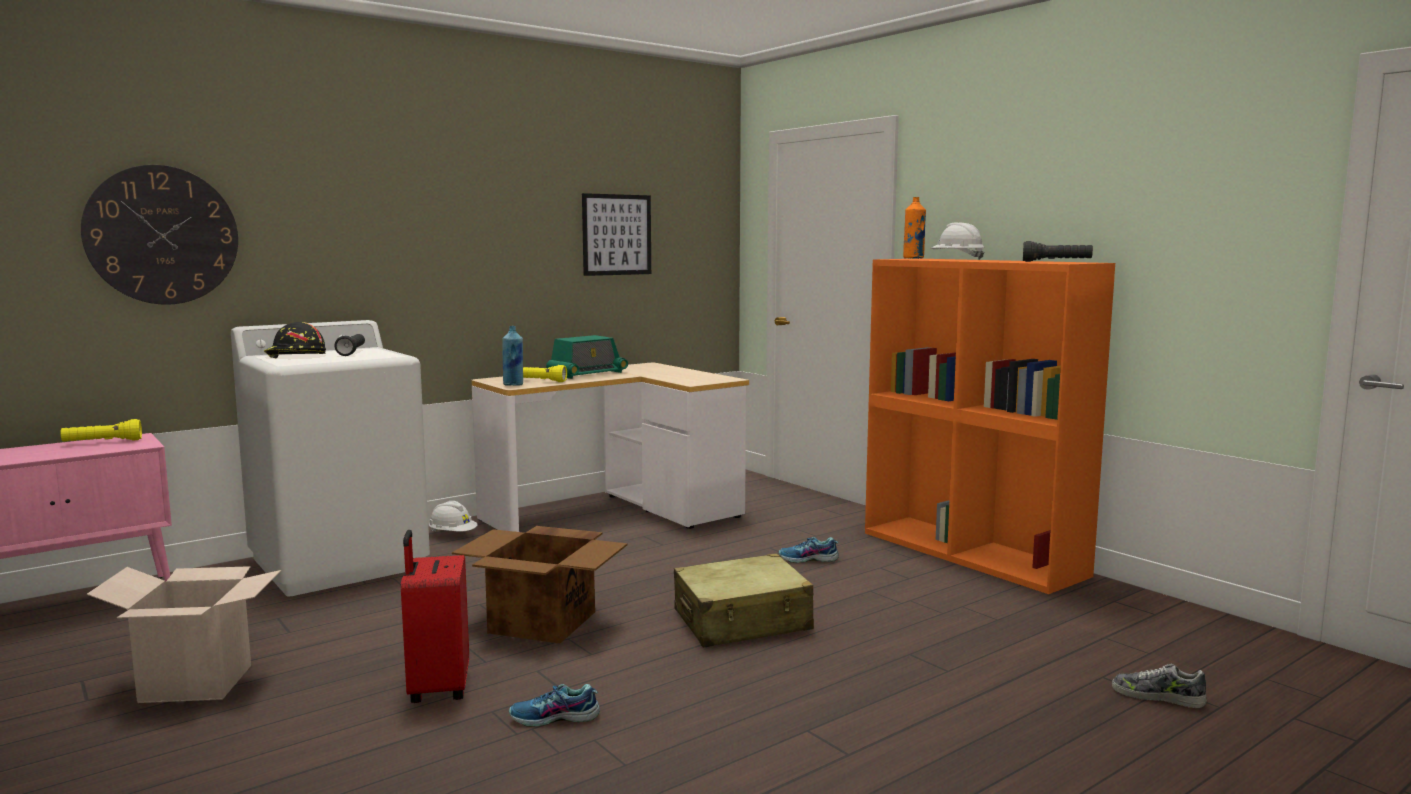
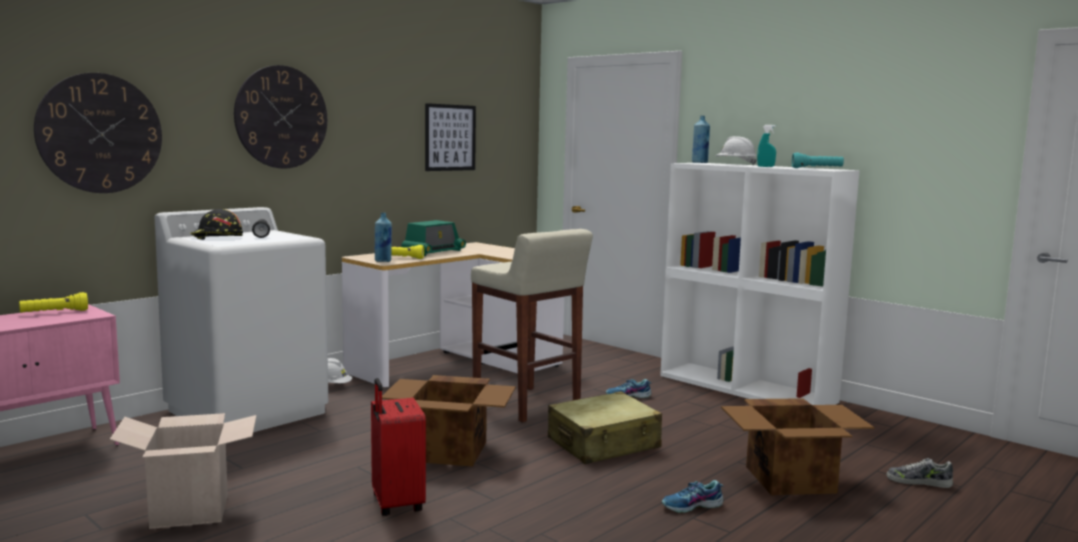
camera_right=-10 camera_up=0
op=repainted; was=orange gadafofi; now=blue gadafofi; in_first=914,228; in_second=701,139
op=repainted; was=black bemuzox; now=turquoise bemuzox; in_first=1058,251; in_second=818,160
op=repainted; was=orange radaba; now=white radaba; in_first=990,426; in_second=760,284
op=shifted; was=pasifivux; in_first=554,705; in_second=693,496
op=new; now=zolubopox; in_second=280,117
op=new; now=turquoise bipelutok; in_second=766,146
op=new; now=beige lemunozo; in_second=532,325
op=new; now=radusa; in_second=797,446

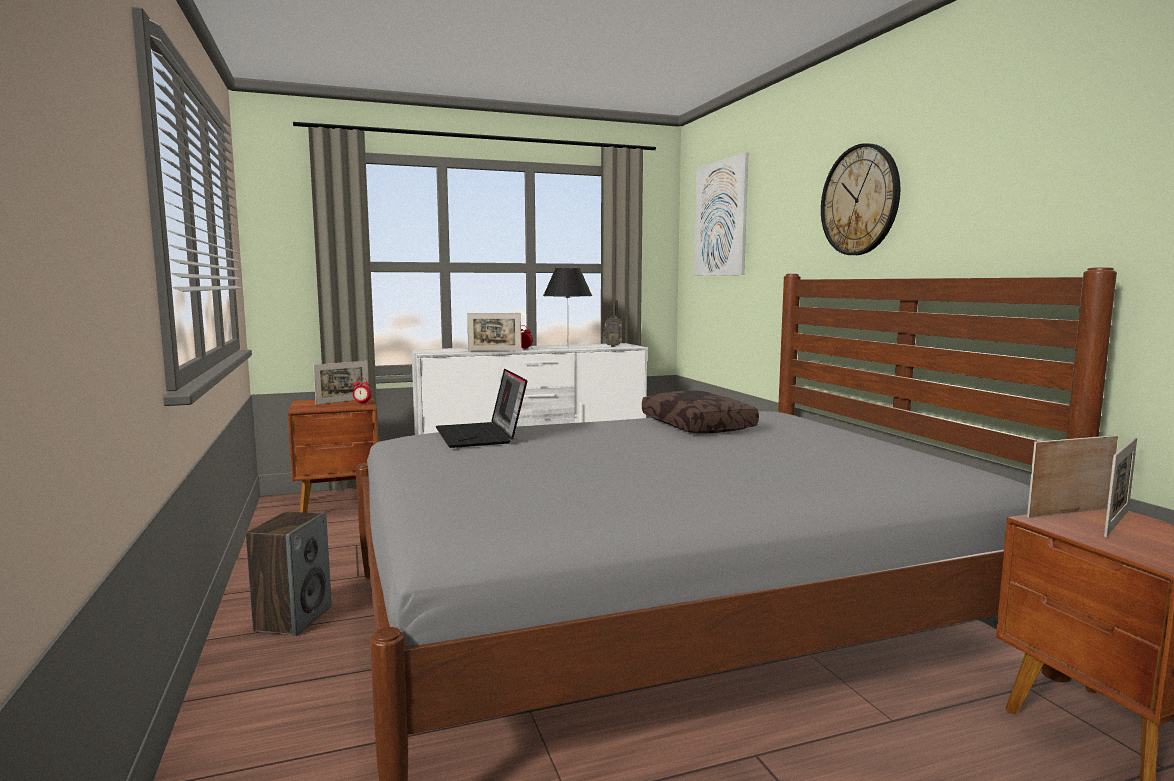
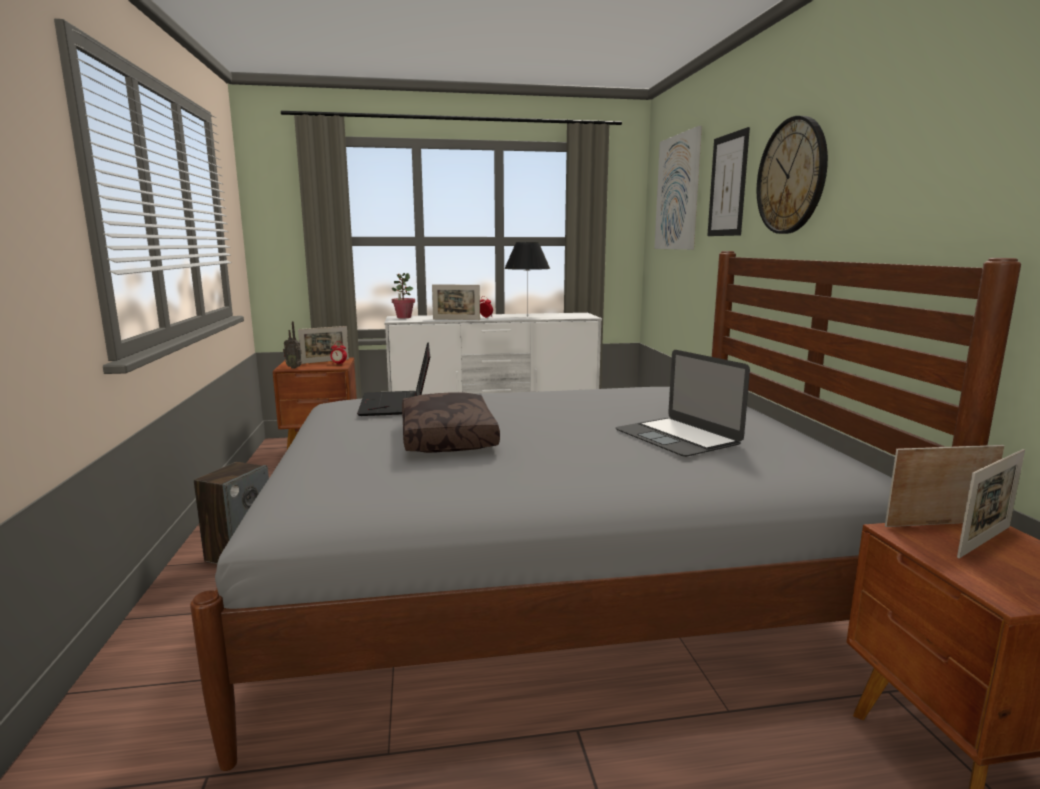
camera_right=10 camera_up=5
op=shifted; was=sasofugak; in_first=612,323; in_second=292,345
op=shifted; was=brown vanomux; in_first=700,412; in_second=451,423
op=new; now=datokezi; in_second=728,181
op=new; now=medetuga; in_second=403,295
op=new; now=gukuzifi; in_second=683,403

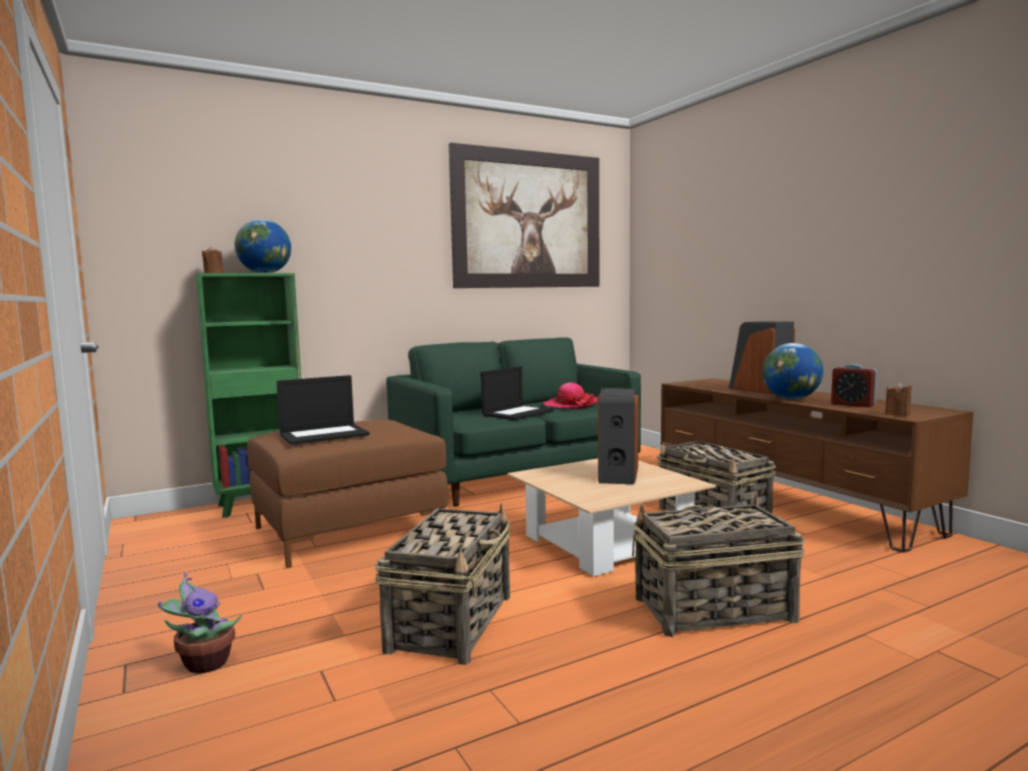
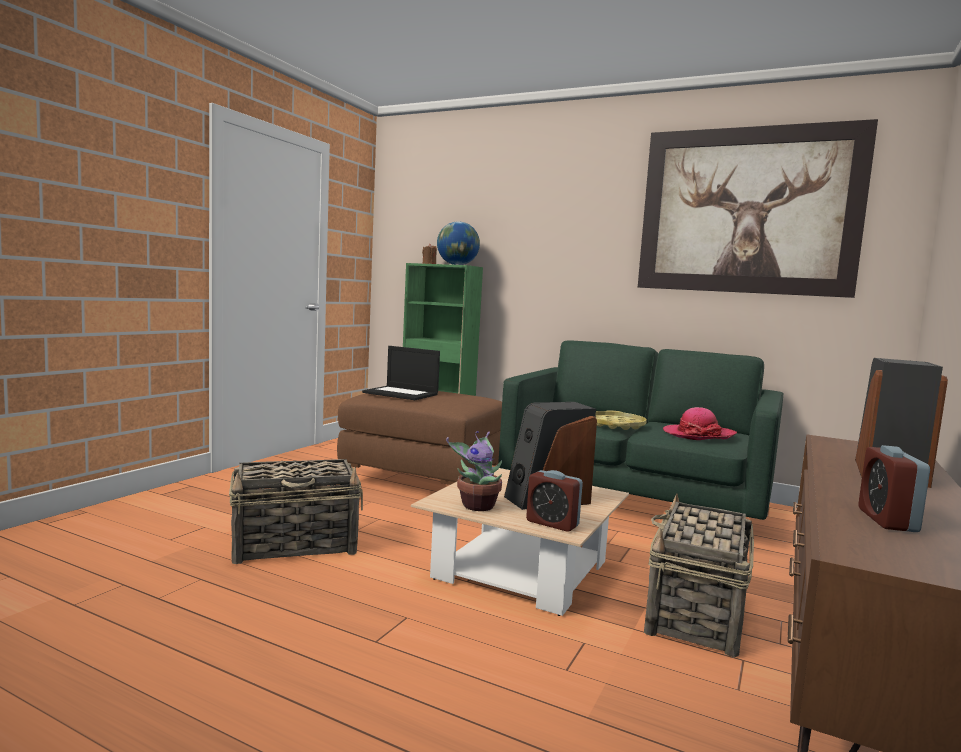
camera_right=55 camera_up=0
op=gone; was=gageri; in_first=793,371
op=swapped; was=gukuzifi; now=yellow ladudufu; in_first=517,393; in_second=621,420
op=gone; was=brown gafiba; in_first=898,399
op=gone; was=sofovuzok; in_first=718,566
op=shifted; was=medetuga; in_first=200,622; in_second=474,471
op=new; now=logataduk; in_second=554,501

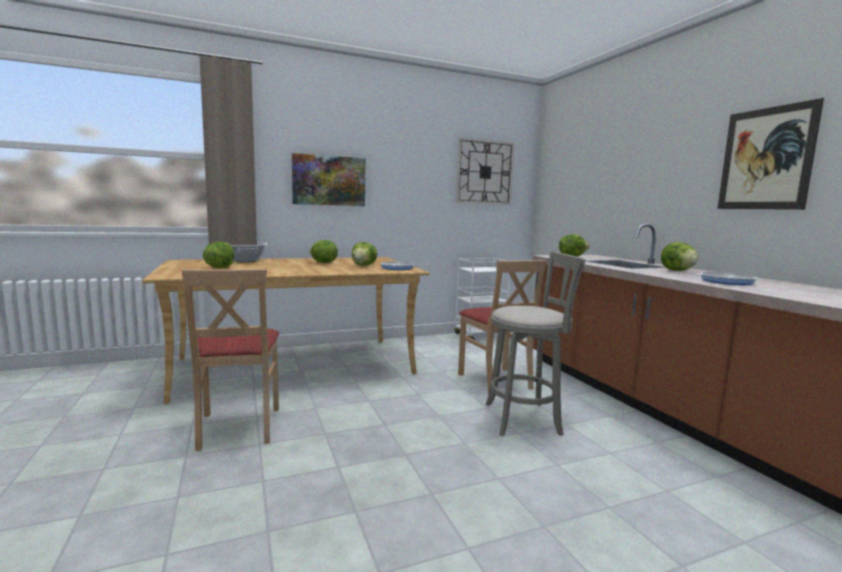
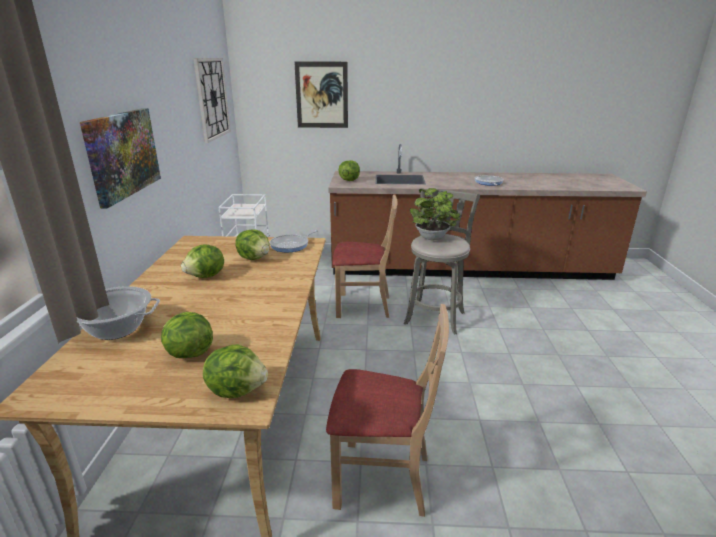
camera_right=-65 camera_up=15
op=shifted; was=datokezi; in_first=770,154; in_second=321,95
op=shifted; was=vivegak; in_first=679,256; in_second=235,371
op=new; now=medetuga; in_second=435,214

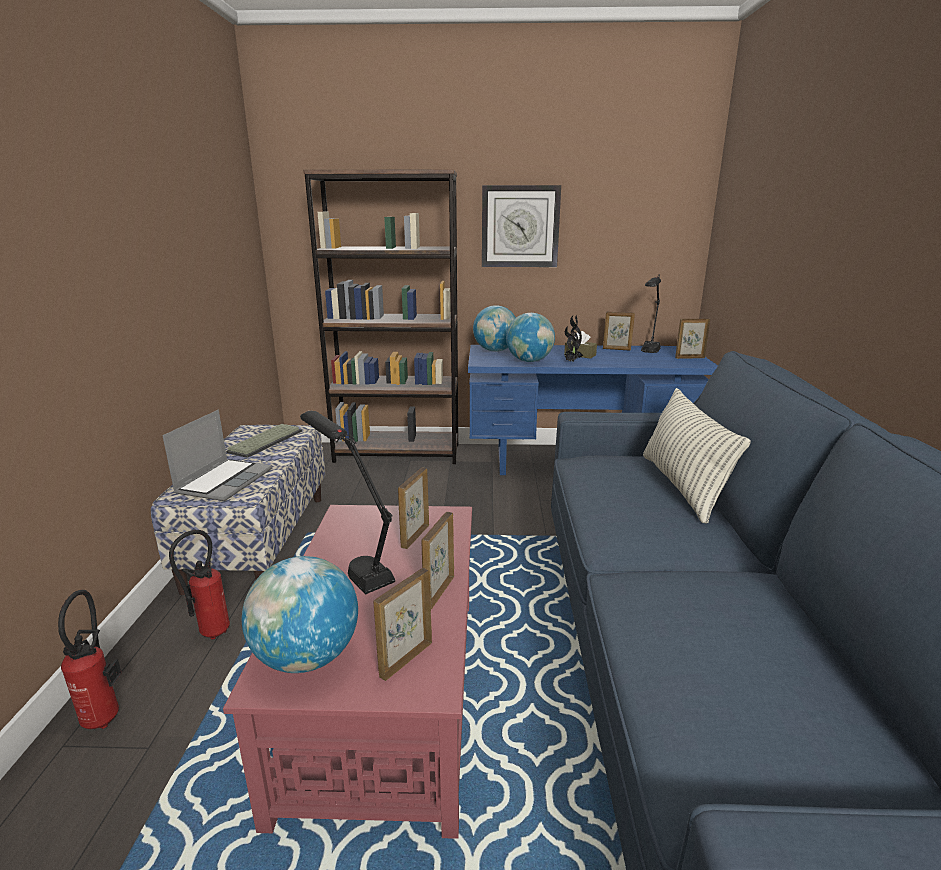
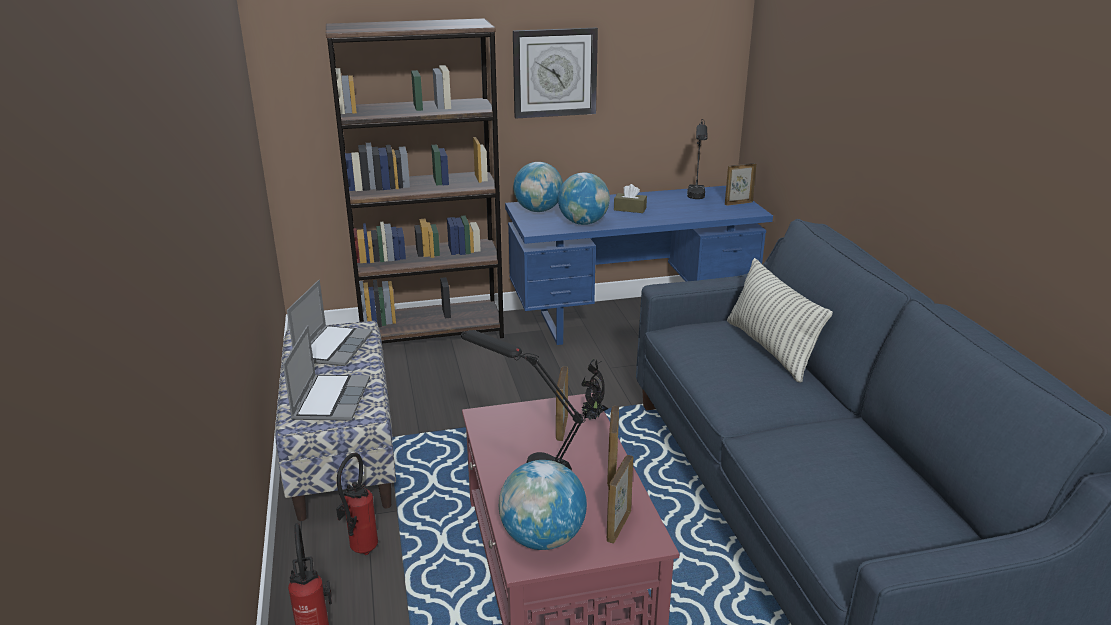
camera_right=-15 camera_up=5
op=gone; was=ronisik; in_first=619,331
op=shifted; was=medetuga; in_first=573,338; in_second=594,389
op=swapped; was=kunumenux; now=gukuzifi; in_first=264,441; in_second=330,323

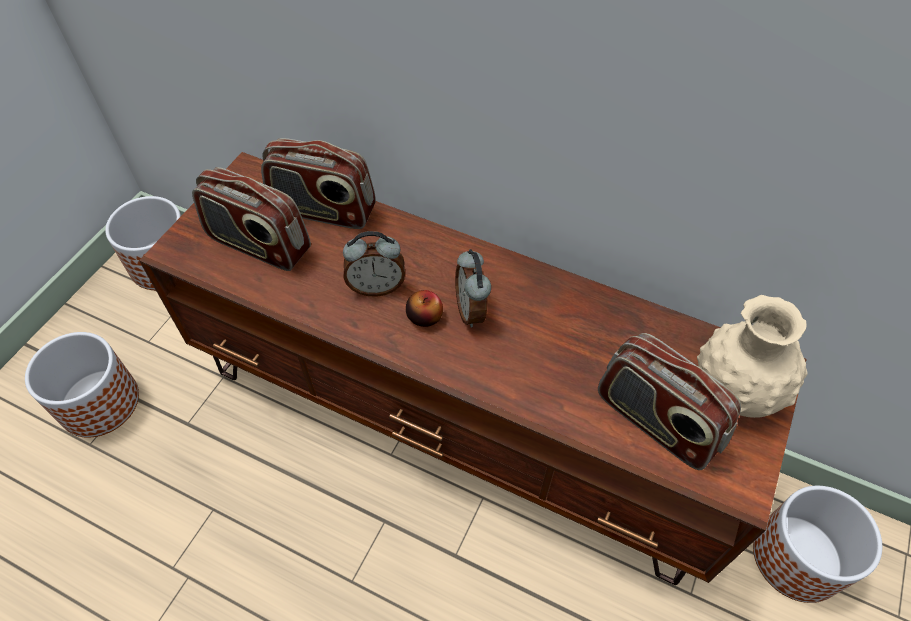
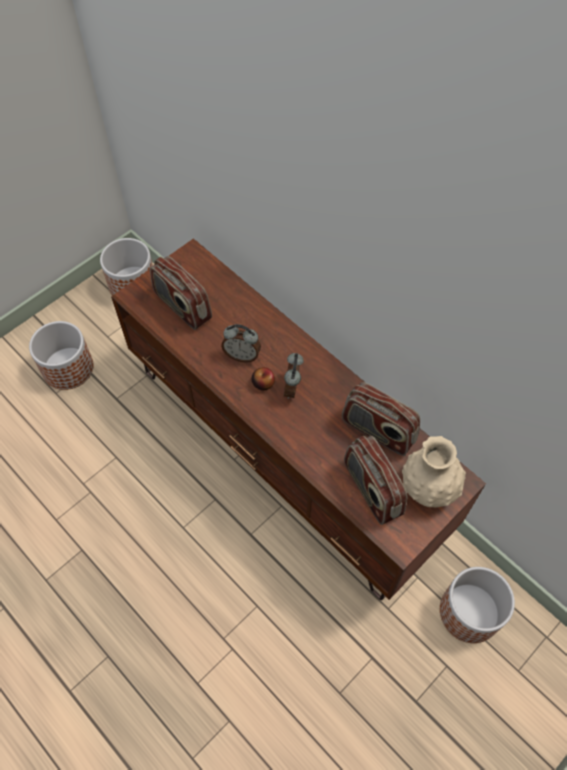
camera_right=20 camera_up=5
op=shifted; was=sasofugak; in_first=318,183; in_second=381,419

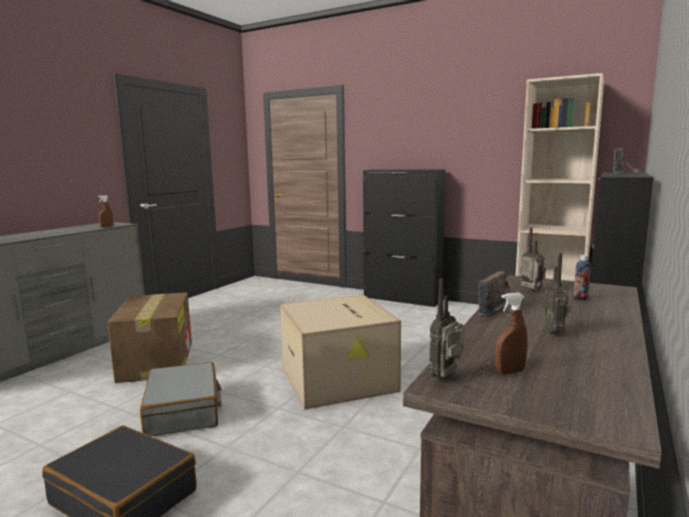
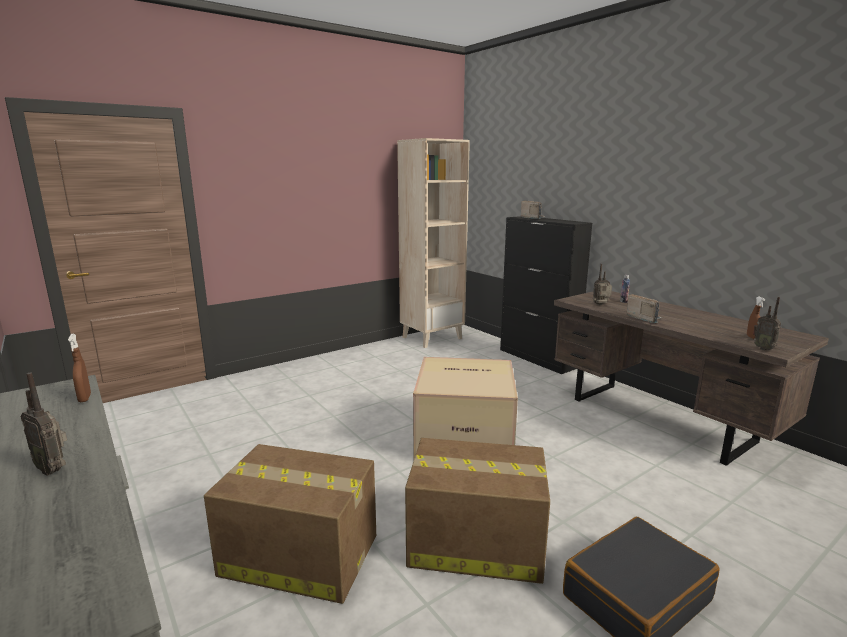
camera_right=-65 camera_up=5
op=gone; was=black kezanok; in_first=404,238
op=shifted; was=sasofugak; in_first=557,293; in_second=44,424
op=swapped; was=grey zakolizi; now=radusa; in_first=181,399; in_second=477,511

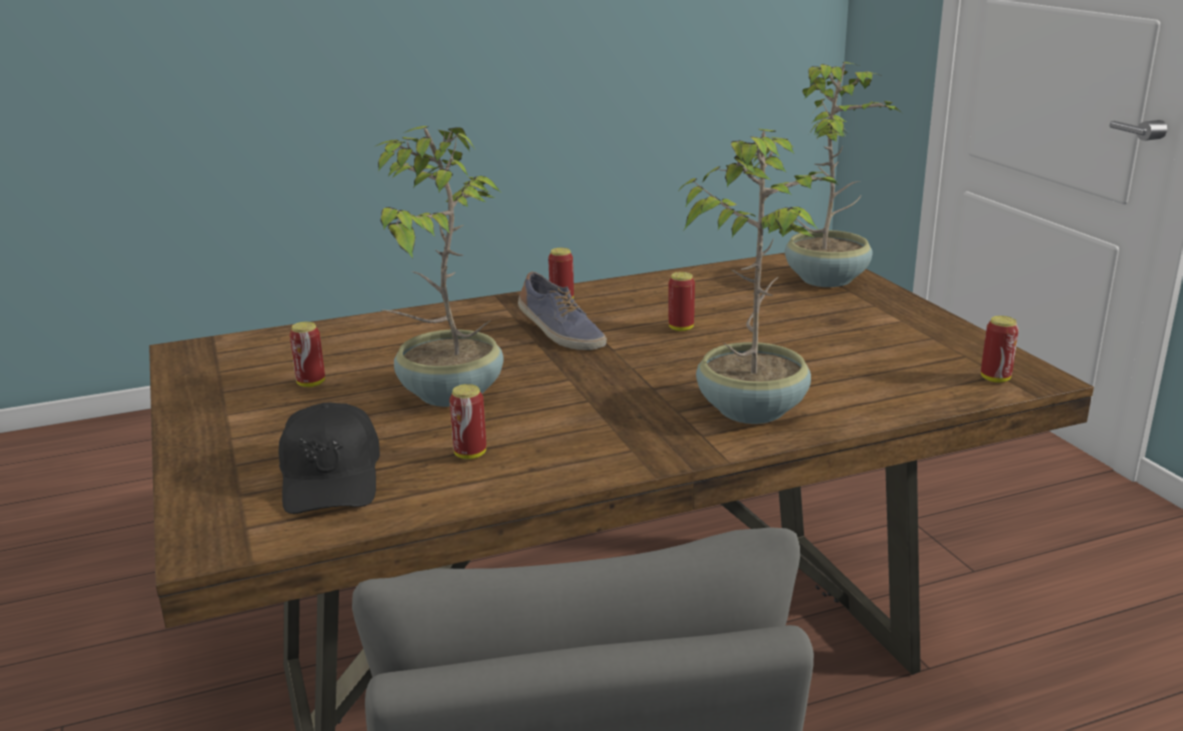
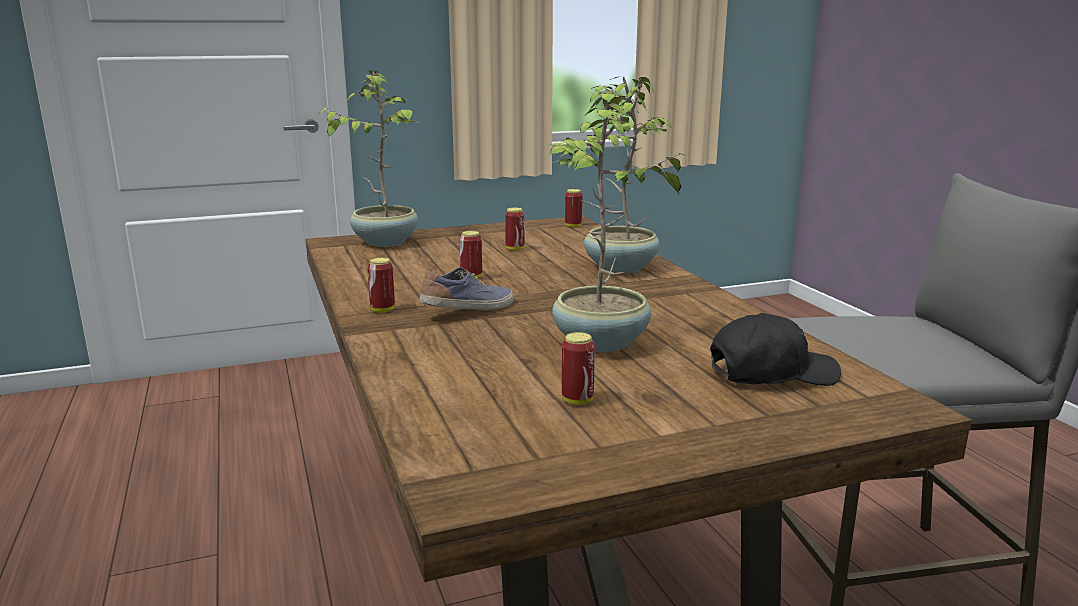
camera_right=-90 camera_up=-5
op=shifted; was=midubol; in_first=467,421; in_second=515,229

